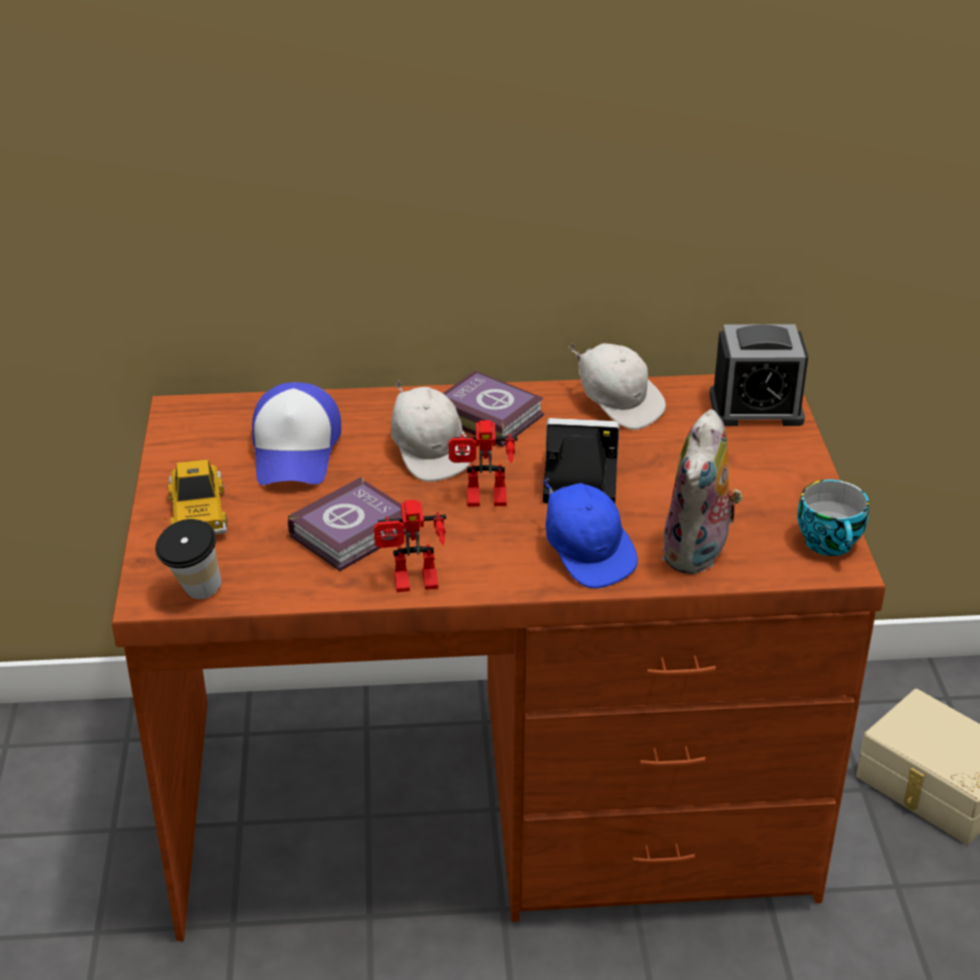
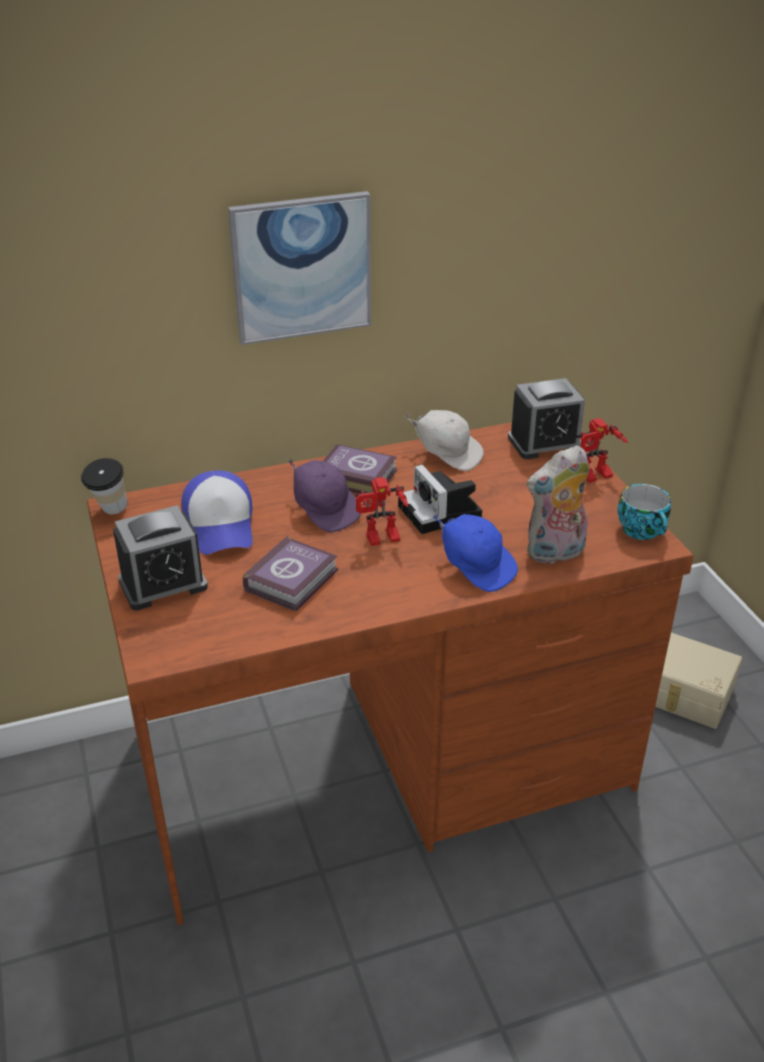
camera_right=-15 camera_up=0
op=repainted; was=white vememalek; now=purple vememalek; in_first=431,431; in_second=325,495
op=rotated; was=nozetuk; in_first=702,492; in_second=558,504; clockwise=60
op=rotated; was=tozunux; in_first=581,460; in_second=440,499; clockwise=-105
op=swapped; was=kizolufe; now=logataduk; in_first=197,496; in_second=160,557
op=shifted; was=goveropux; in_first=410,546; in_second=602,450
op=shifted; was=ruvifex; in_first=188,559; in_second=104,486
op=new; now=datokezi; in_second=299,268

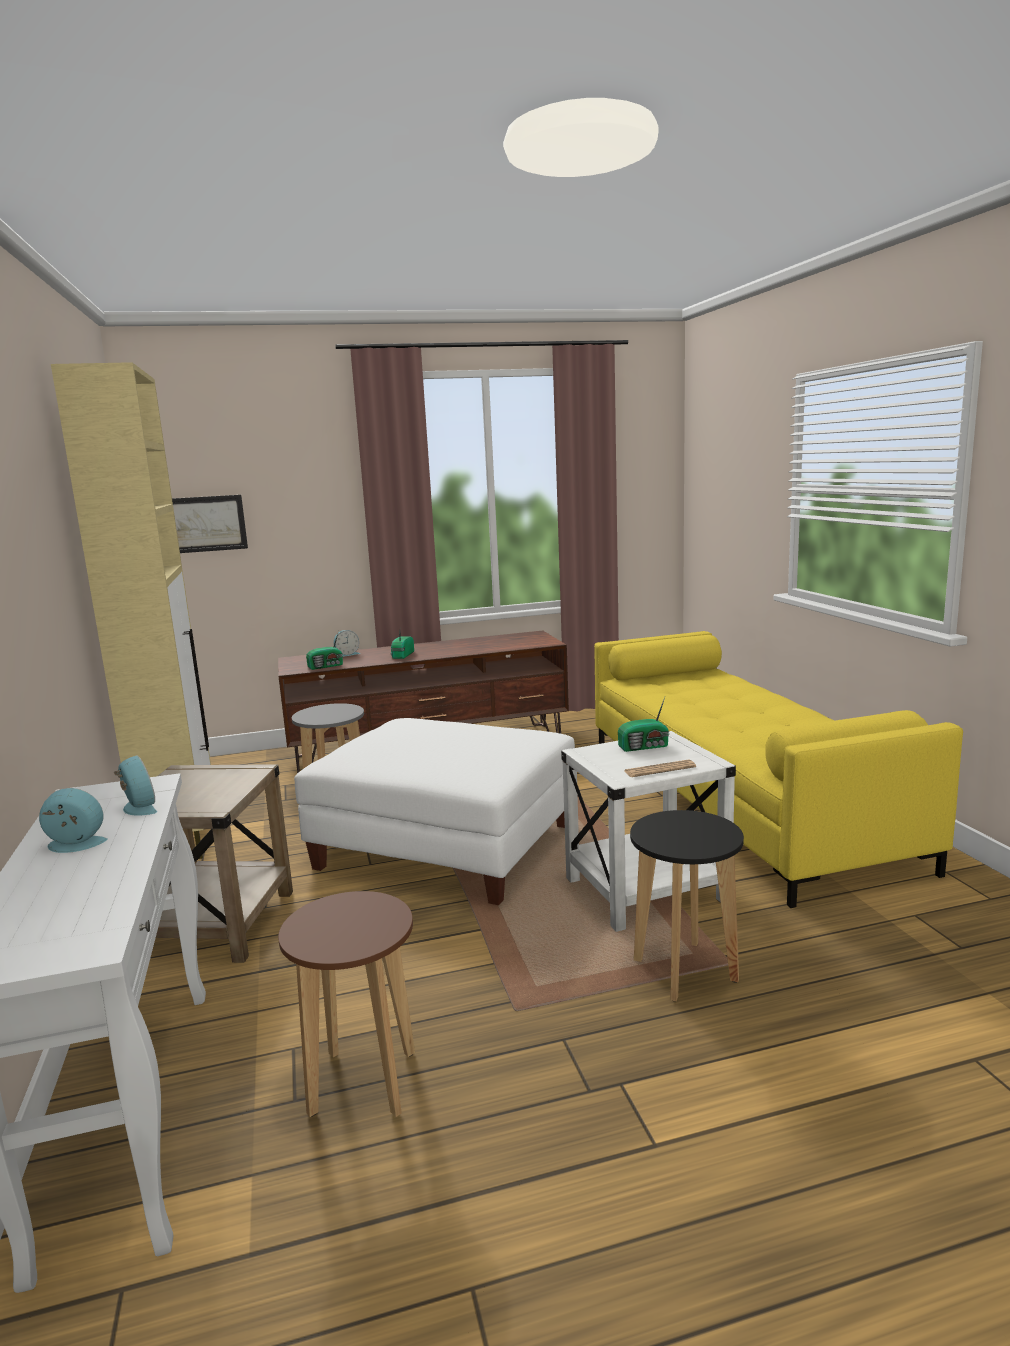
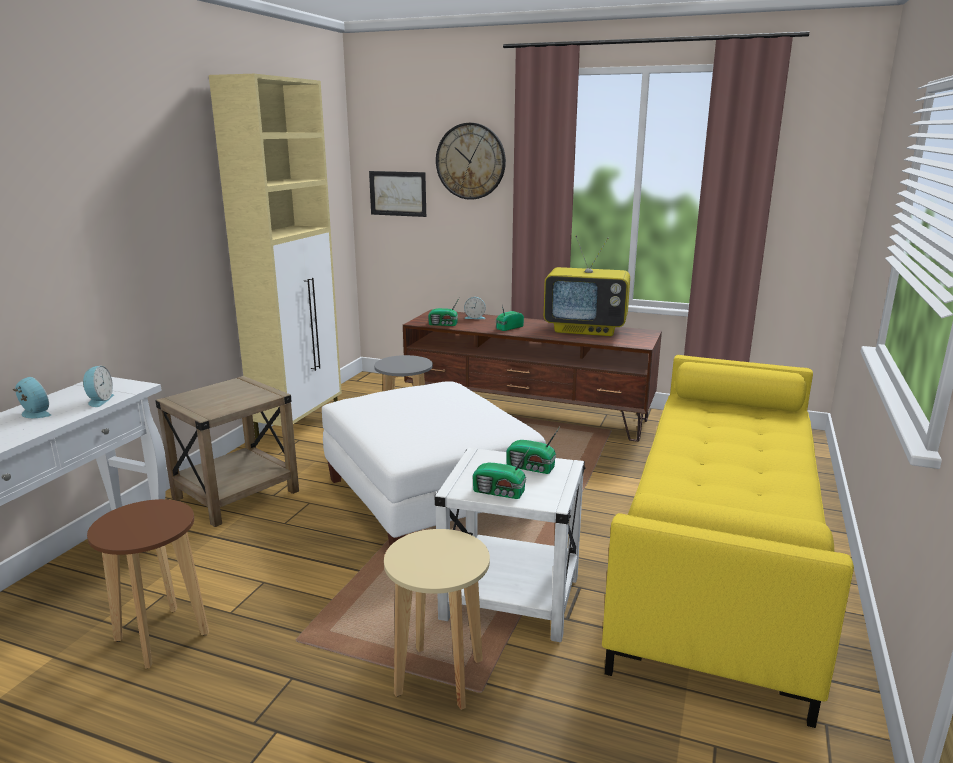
camera_right=35 camera_up=5
op=swapped; was=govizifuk; now=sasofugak; in_first=660,768; in_second=501,473
op=repainted; was=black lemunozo; now=beige lemunozo; in_first=687,906; in_second=437,619
op=new; now=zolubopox; in_second=471,161
op=new; now=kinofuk; in_second=587,285

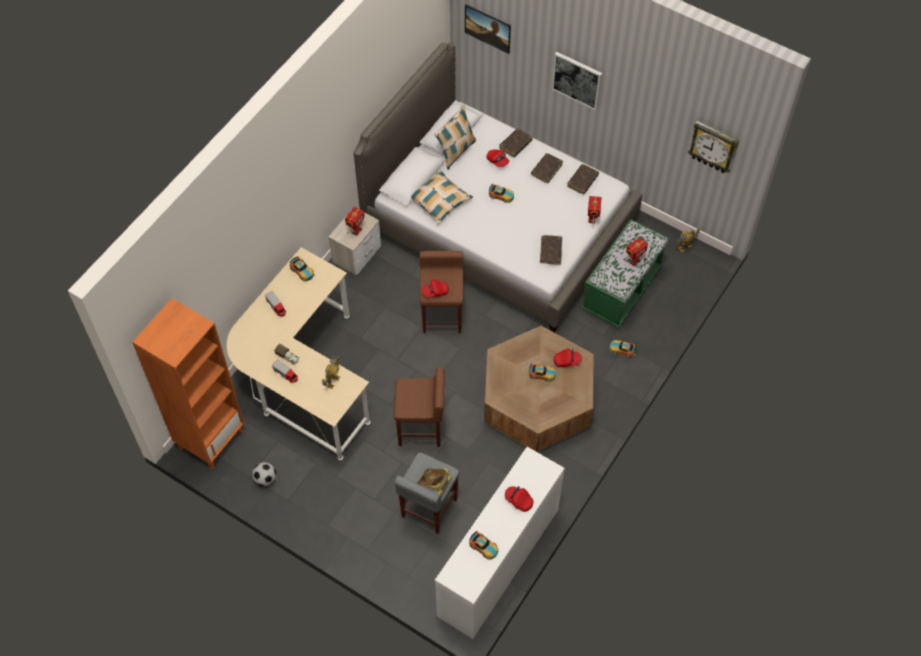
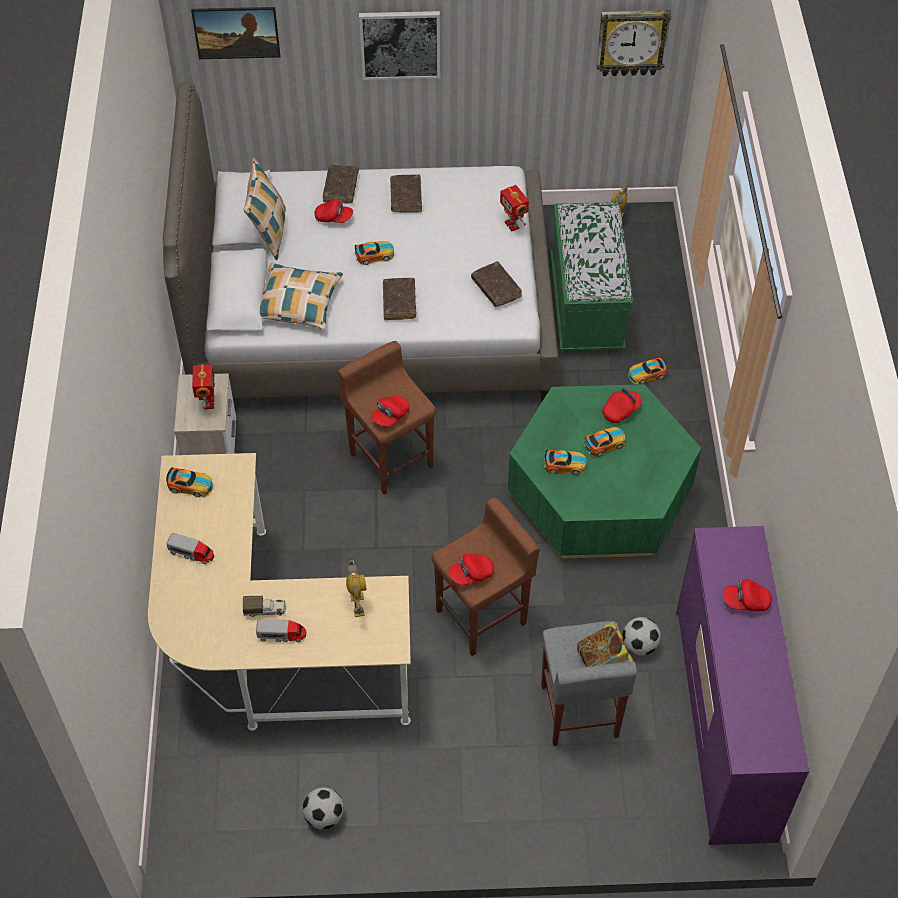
camera_right=-35 camera_up=-5
op=shifted; was=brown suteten; in_first=583,179; in_second=399,299
op=gone; was=goveropux; in_first=636,251
op=gone; was=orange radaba; in_first=188,384
op=repainted; was=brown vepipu; now=green vepipu; in_first=539,389; in_second=604,471
op=repainted; was=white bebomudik; now=purple bebomudik; in_first=500,543; in_second=742,685
op=shifted; was=kizolufe; in_first=483,545; in_second=565,462
op=new; now=red vememalek; in_second=471,569
op=new; now=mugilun; in_second=641,636

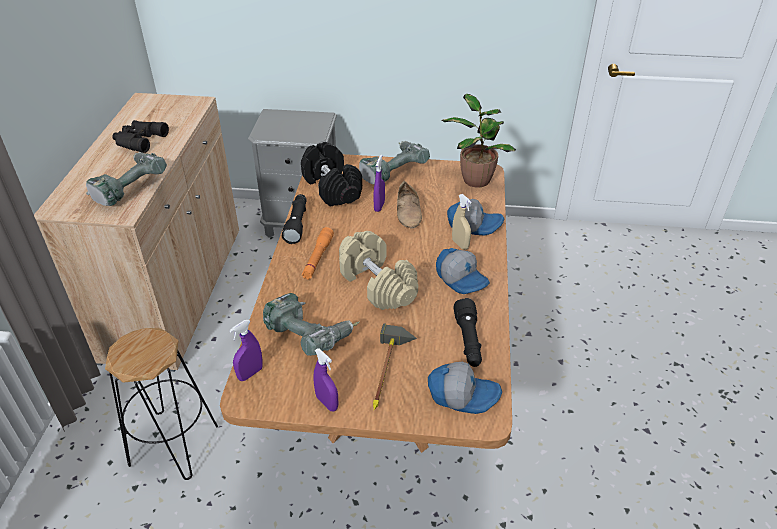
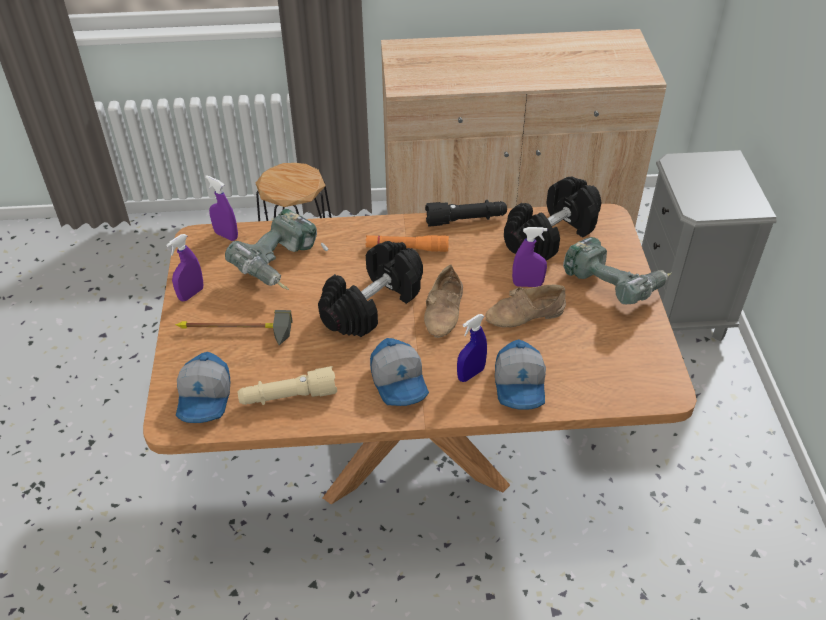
camera_right=80 camera_up=5
op=gone; was=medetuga; in_first=479,141
op=gone; was=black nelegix; in_first=140,136
op=gone; was=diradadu; in_first=126,179
op=repainted; was=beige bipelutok; now=blue bipelutok; in_first=461,222; in_second=472,348
op=repainted; was=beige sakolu; now=black sakolu; in_first=378,270; in_second=370,289
op=rotated; was=vememalek; in_first=463,271; in_second=399,372; clockwise=-60
op=repainted; was=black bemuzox; now=beige bemuzox; in_first=467,332; in_second=287,385
op=new; now=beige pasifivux; in_second=443,301

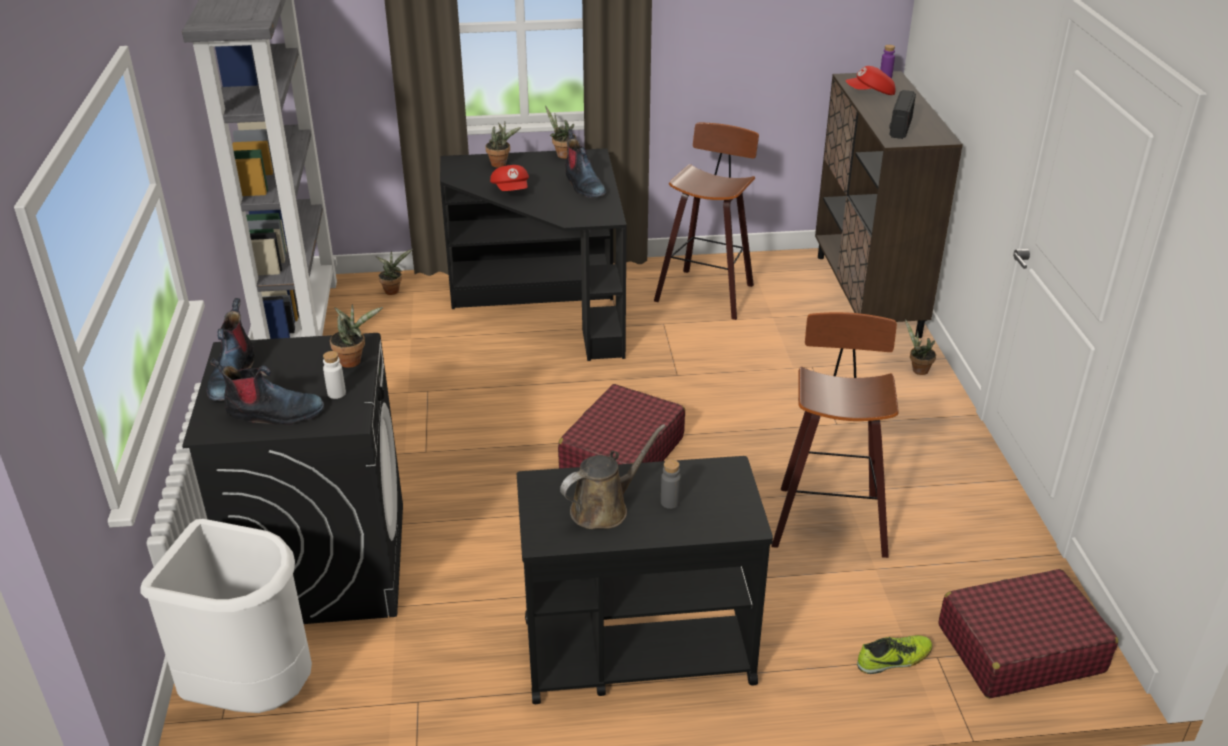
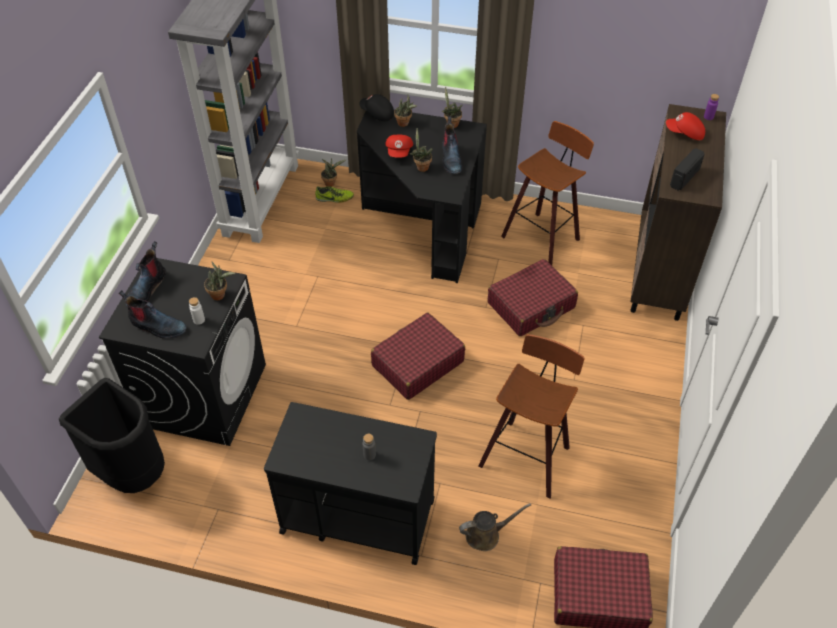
camera_right=20 camera_up=15
op=shifted; was=medetuga; in_first=920,347; in_second=421,150
op=shifted; was=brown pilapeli; in_first=613,476; in_second=495,527
op=repainted; was=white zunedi; now=black zunedi; in_first=226,616; in_second=112,435
op=shifted; was=pasifivux; in_first=894,654; in_second=334,194
op=new; now=black vememalek; in_second=376,107
op=new; now=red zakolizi; in_second=533,297

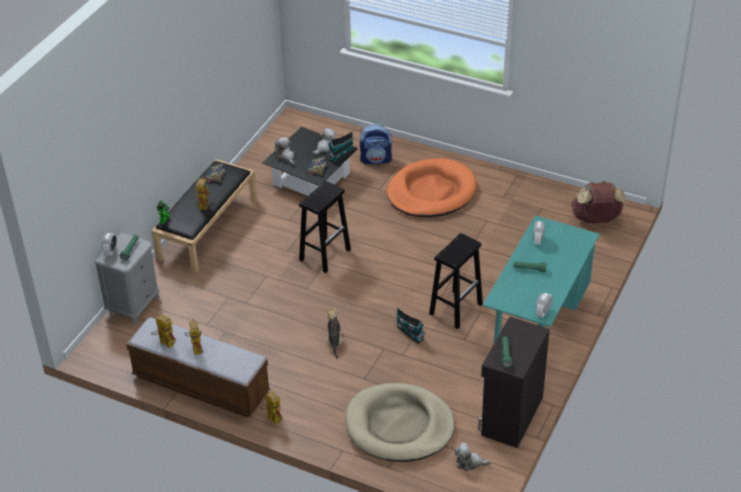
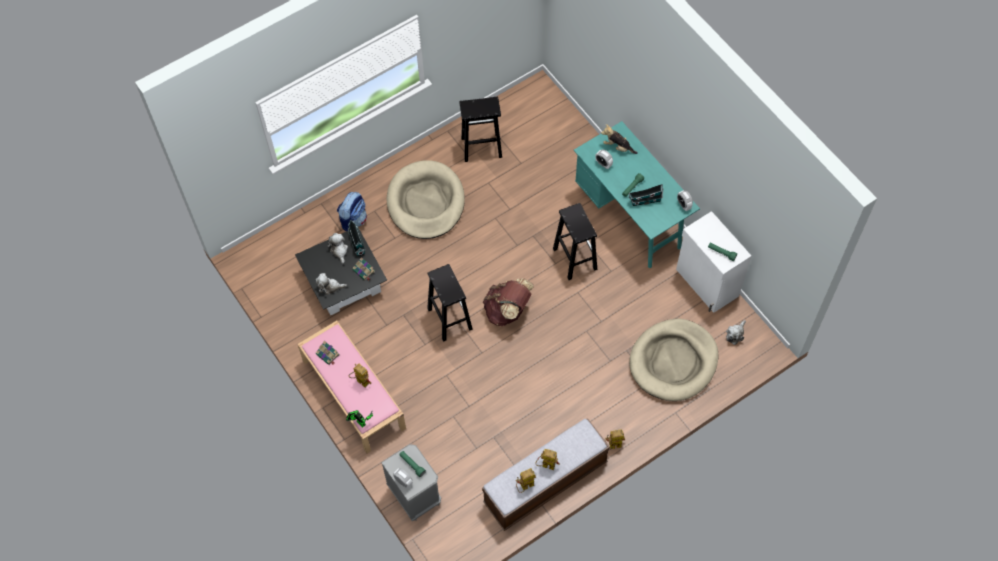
camera_right=-60 camera_up=20
op=repainted; was=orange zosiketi; now=beige zosiketi; in_first=432,188; in_second=425,199
op=repainted; was=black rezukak; now=pink rezukak; in_first=204,216; in_second=351,387
op=shifted; was=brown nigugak; in_first=598,202; in_second=508,302
op=shifted; was=nozetuk; in_first=336,333; in_second=619,139
op=shifted; was=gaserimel; in_first=410,326; in_second=646,195
op=repainted; was=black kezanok; now=white kezanok; in_first=514,382; in_second=713,262
op=new; now=black lemunozo; in_second=480,129

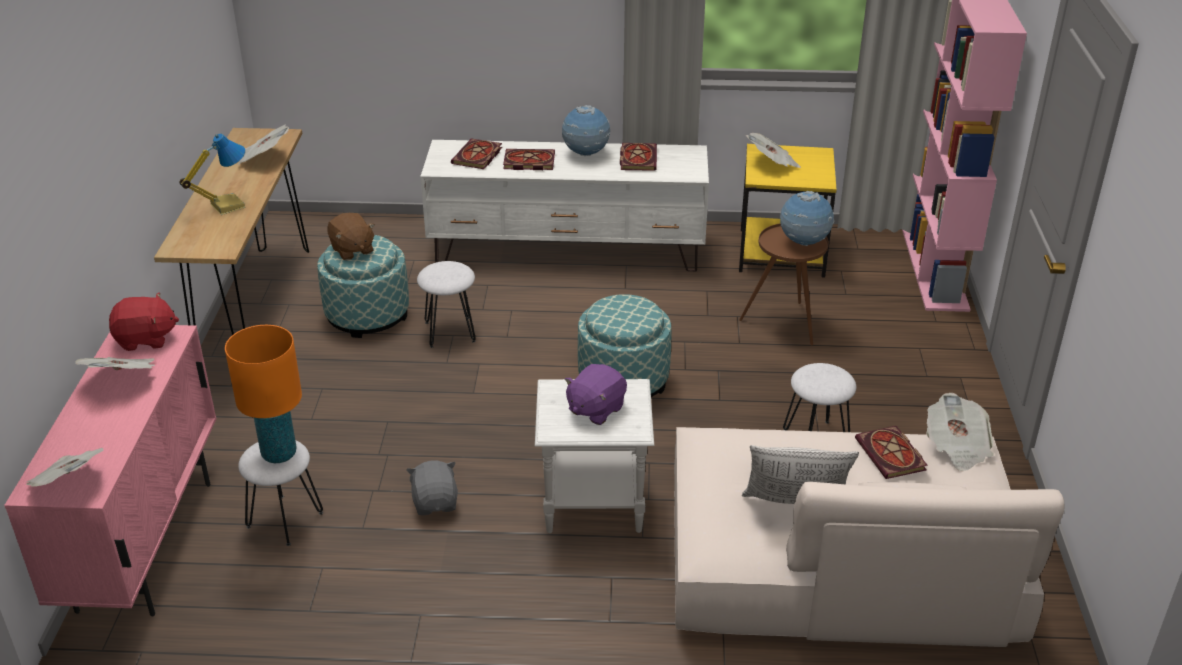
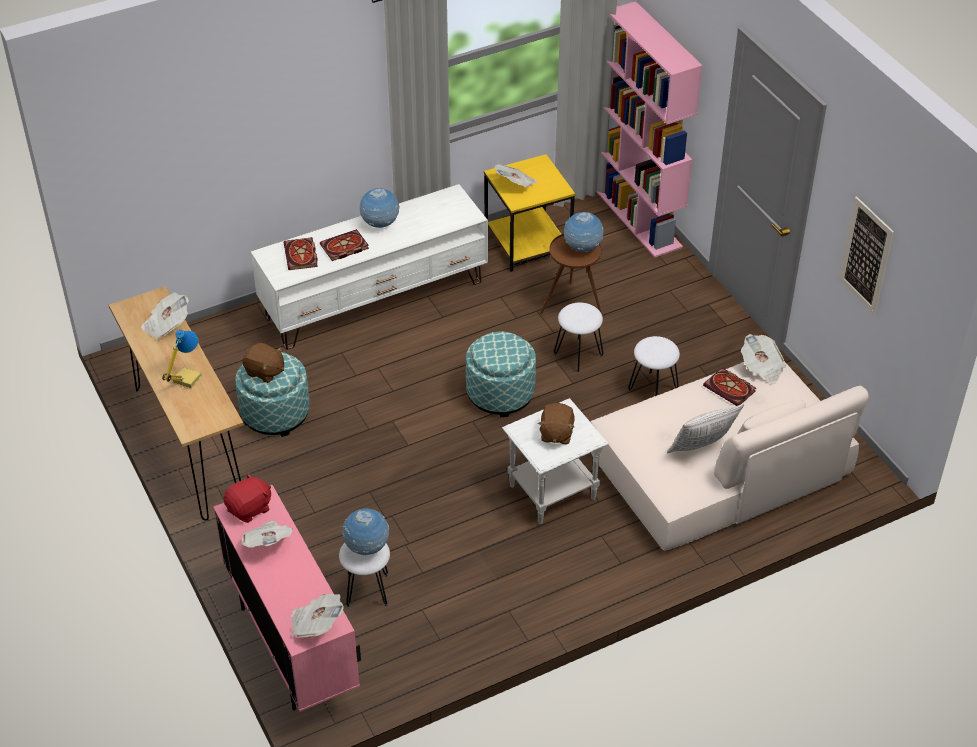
camera_right=-30 camera_up=10
op=gone; was=suteten; in_first=638,157
op=shifted; was=white lemunozo; in_first=446,304; in_second=578,337
op=swapped; was=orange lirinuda; now=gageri; in_first=263,394; in_second=365,531
op=repainted; was=purple nozetuk; now=brown nozetuk; in_first=596,394; in_second=556,423
op=gone; was=grey nozetuk; in_first=432,487
op=new; now=datokezi; in_second=866,255

